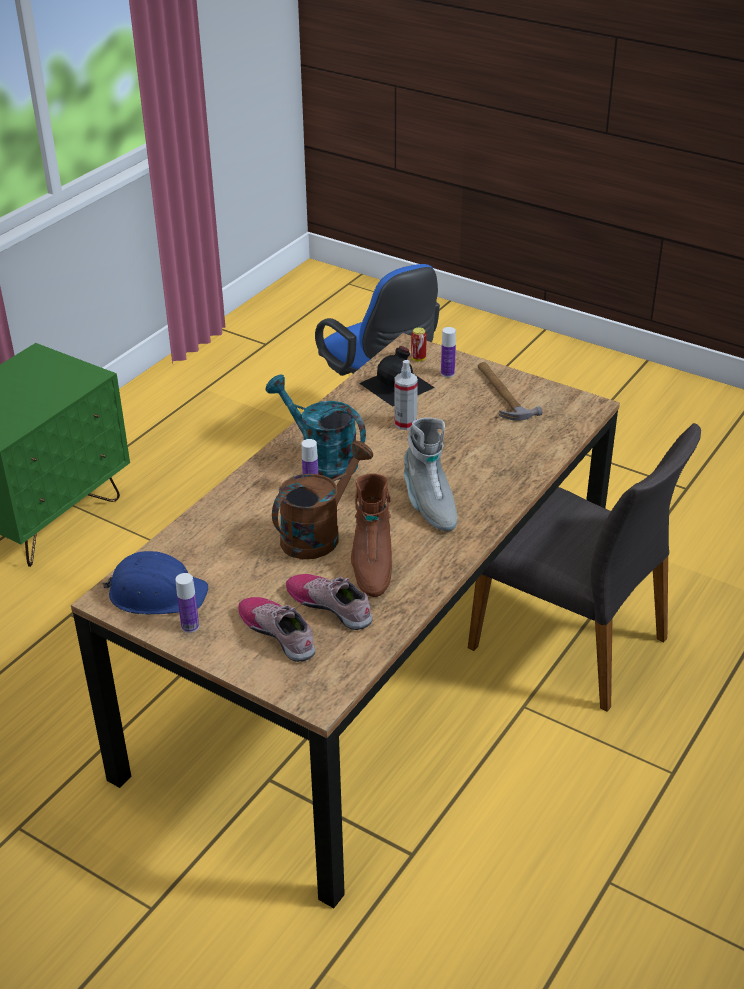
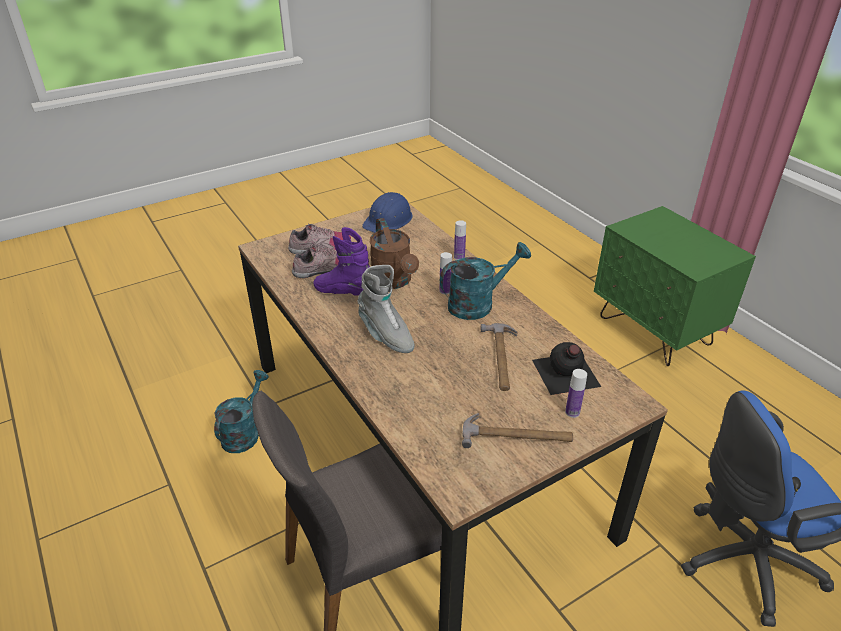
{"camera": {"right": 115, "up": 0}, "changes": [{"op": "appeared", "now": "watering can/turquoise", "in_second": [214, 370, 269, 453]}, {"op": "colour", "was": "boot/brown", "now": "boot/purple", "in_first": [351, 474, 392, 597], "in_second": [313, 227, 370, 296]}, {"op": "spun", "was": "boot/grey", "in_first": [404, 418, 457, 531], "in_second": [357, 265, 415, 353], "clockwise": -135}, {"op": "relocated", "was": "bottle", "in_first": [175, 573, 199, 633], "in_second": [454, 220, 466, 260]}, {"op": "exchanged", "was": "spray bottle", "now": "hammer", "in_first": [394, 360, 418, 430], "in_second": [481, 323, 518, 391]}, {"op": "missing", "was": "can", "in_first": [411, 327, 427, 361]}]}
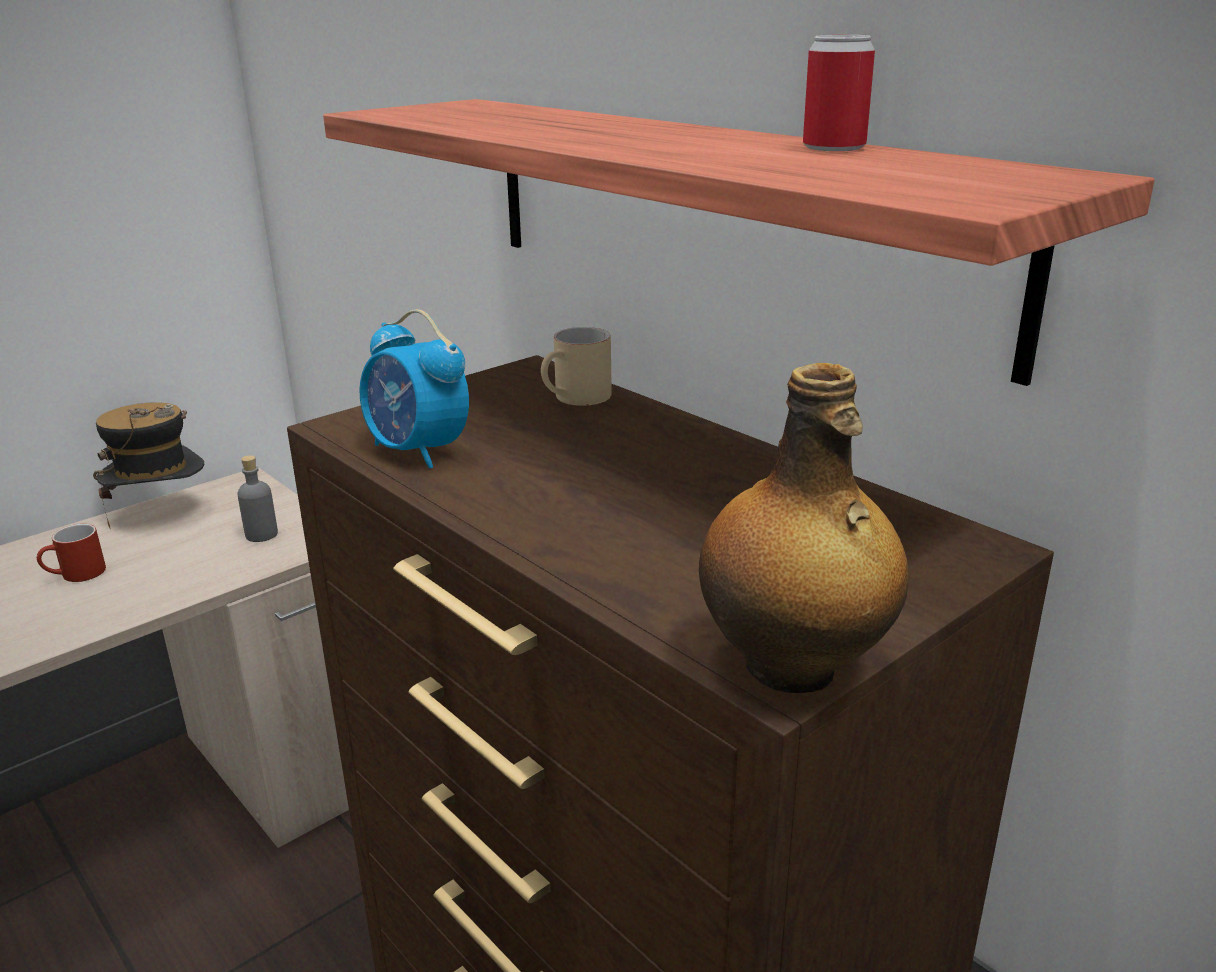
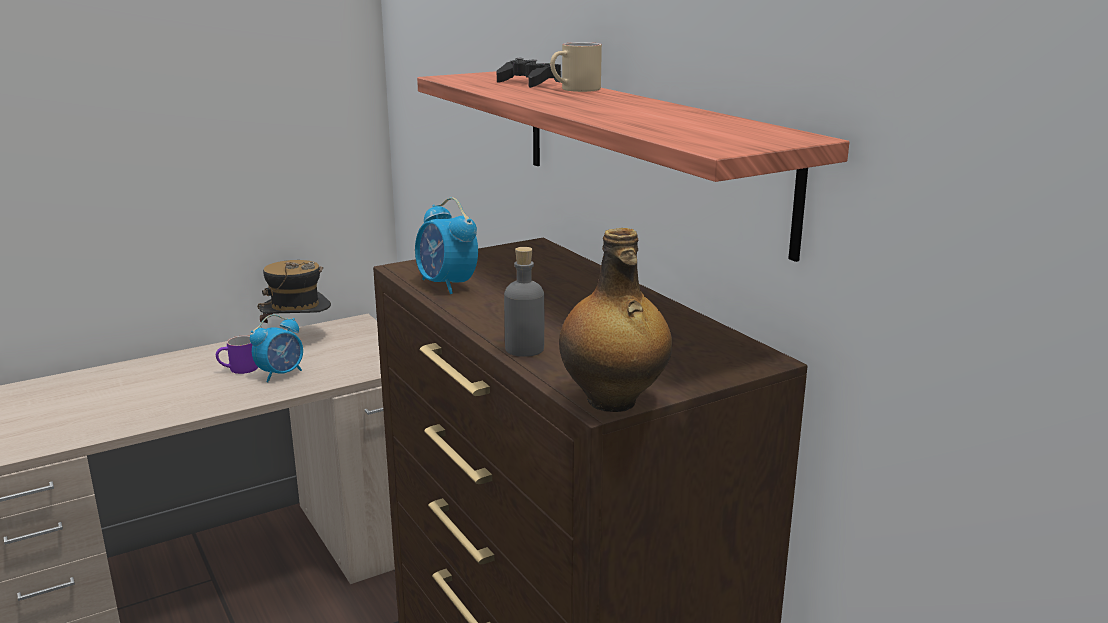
{"camera": {"right": 10, "up": -5}, "changes": [{"op": "colour", "was": "mug/red", "now": "mug/purple", "in_first": [37, 524, 106, 582], "in_second": [216, 335, 258, 374]}, {"op": "appeared", "now": "alarm clock", "in_second": [250, 314, 303, 382]}, {"op": "appeared", "now": "game controller/black", "in_second": [497, 58, 561, 88]}, {"op": "relocated", "was": "bottle/grey", "in_first": [237, 455, 278, 542], "in_second": [504, 247, 544, 357]}, {"op": "relocated", "was": "mug/beige", "in_first": [541, 327, 612, 406], "in_second": [550, 42, 602, 92]}, {"op": "missing", "was": "can", "in_first": [803, 35, 875, 151]}]}
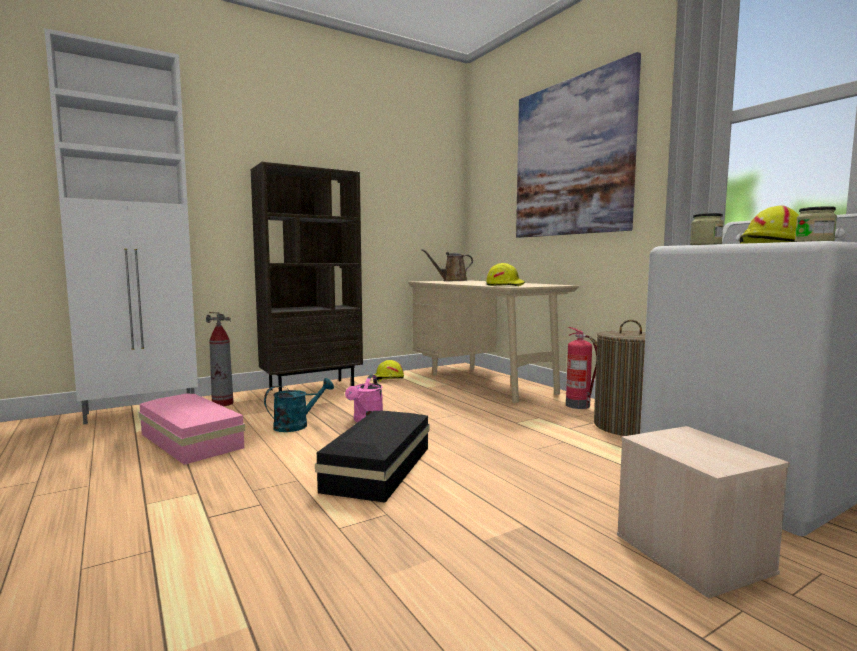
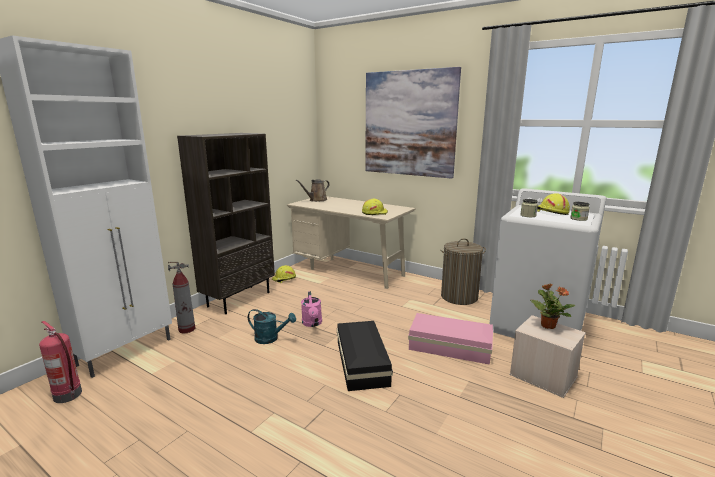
{"camera": {"right": -25, "up": 10}, "changes": [{"op": "relocated", "was": "fire extinguisher", "in_first": [566, 327, 597, 409], "in_second": [39, 321, 82, 403]}, {"op": "spun", "was": "watering can/turquoise", "in_first": [264, 378, 334, 432], "in_second": [248, 309, 296, 344], "clockwise": 75}, {"op": "relocated", "was": "storage box/pink", "in_first": [139, 394, 245, 465], "in_second": [408, 313, 493, 365]}, {"op": "appeared", "now": "potted plant", "in_second": [530, 284, 576, 329]}]}
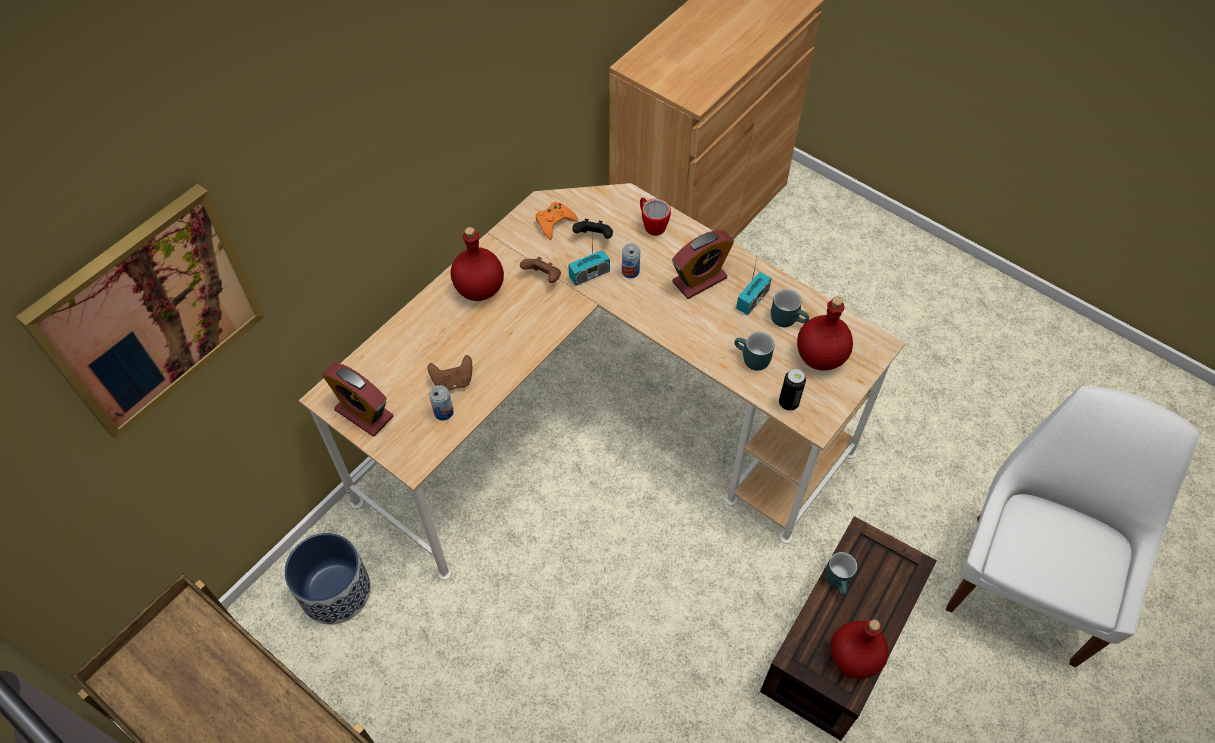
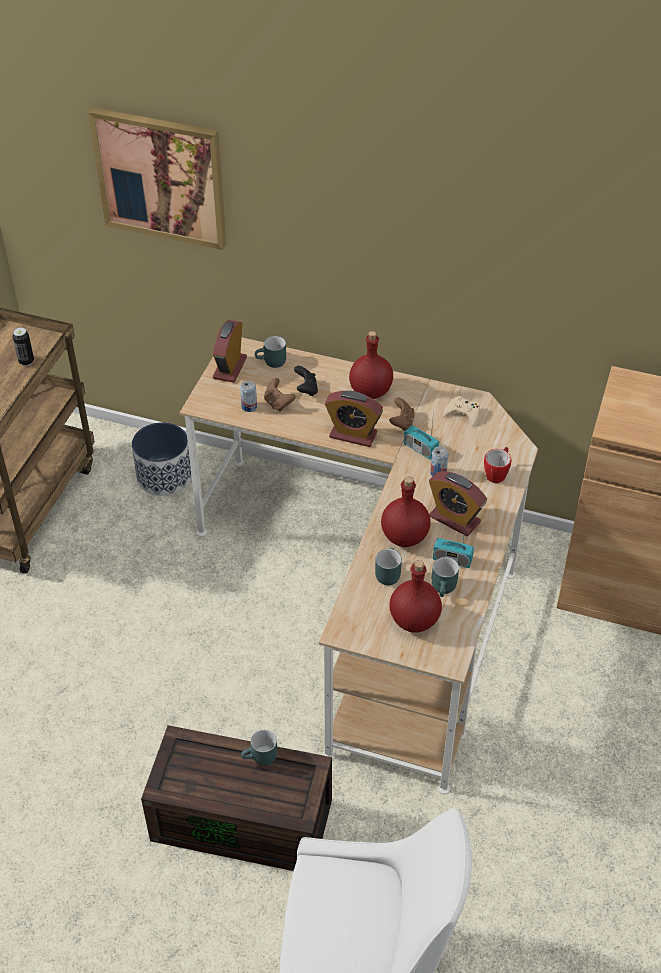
{"camera": {"right": 70, "up": -10}, "changes": [{"op": "relocated", "was": "can", "in_first": [779, 369, 806, 411], "in_second": [12, 327, 34, 366]}, {"op": "appeared", "now": "mug/turquoise", "in_second": [255, 336, 286, 368]}, {"op": "relocated", "was": "game controller/black", "in_first": [572, 219, 613, 239], "in_second": [294, 366, 318, 396]}, {"op": "appeared", "now": "alarm clock", "in_second": [325, 391, 383, 447]}, {"op": "relocated", "was": "bottle/red", "in_first": [830, 620, 889, 679], "in_second": [381, 476, 431, 547]}, {"op": "colour", "was": "game controller/orange", "now": "game controller/beige", "in_first": [535, 202, 578, 240], "in_second": [443, 396, 480, 427]}]}
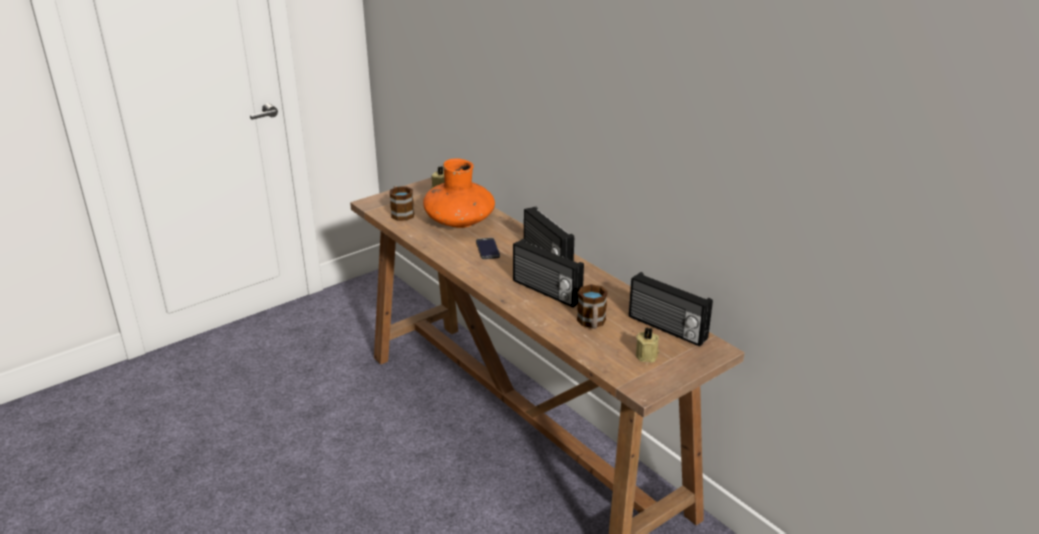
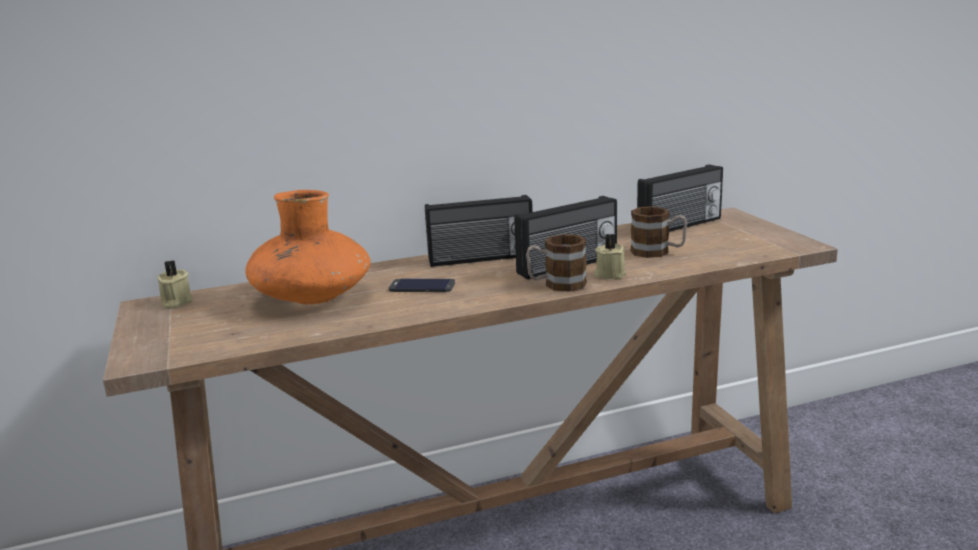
{"camera": {"right": -70, "up": -10}, "changes": [{"op": "relocated", "was": "mug", "in_first": [389, 186, 414, 221], "in_second": [526, 234, 587, 292]}, {"op": "relocated", "was": "candle/beige", "in_first": [636, 327, 659, 362], "in_second": [594, 234, 626, 279]}]}
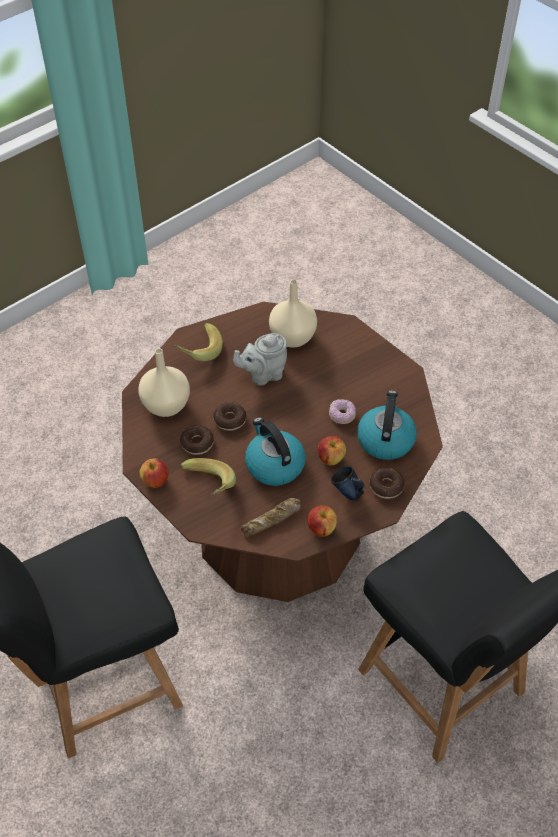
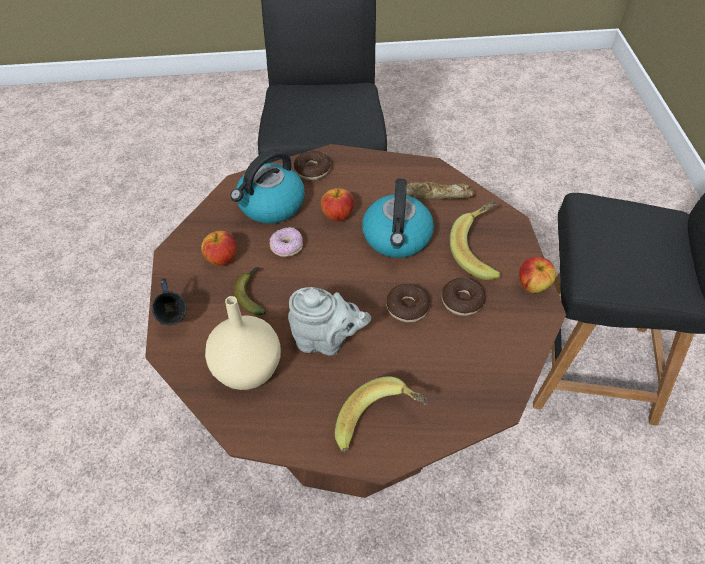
{"camera": {"right": -145, "up": 0}, "changes": [{"op": "relocated", "was": "mug/blue", "in_first": [331, 466, 365, 501], "in_second": [152, 279, 186, 325]}, {"op": "relocated", "was": "apple", "in_first": [307, 505, 337, 537], "in_second": [201, 231, 236, 266]}, {"op": "appeared", "now": "banana", "in_second": [234, 267, 266, 315]}, {"op": "missing", "was": "vase/beige", "in_first": [138, 348, 190, 417]}]}
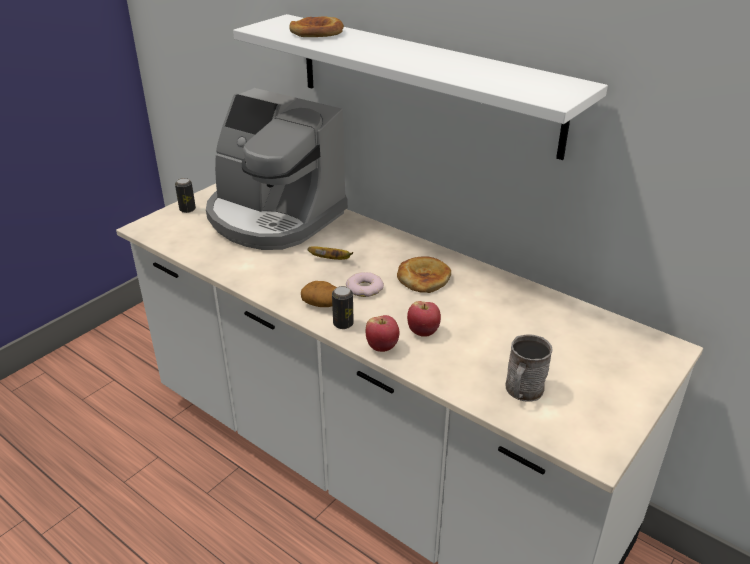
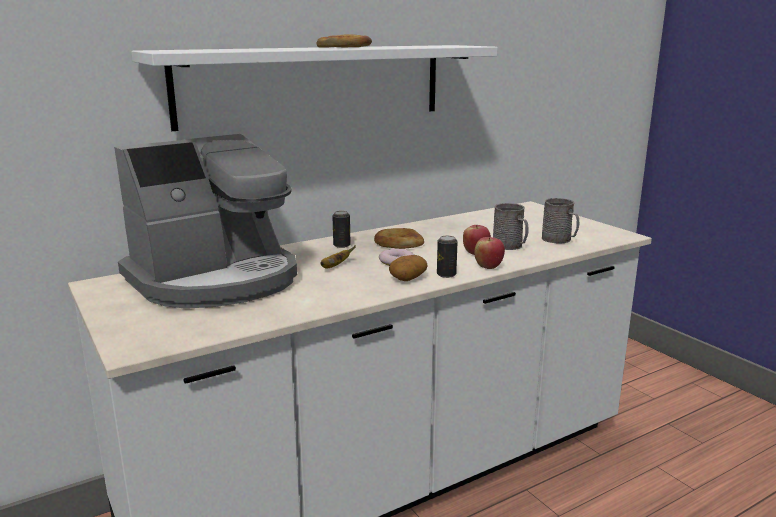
{"camera": {"right": -70, "up": -15}, "changes": [{"op": "relocated", "was": "bread", "in_first": [289, 16, 344, 37], "in_second": [316, 34, 372, 48]}, {"op": "relocated", "was": "can", "in_first": [175, 178, 196, 213], "in_second": [332, 211, 351, 248]}, {"op": "appeared", "now": "mug/grey", "in_second": [493, 203, 529, 250]}]}
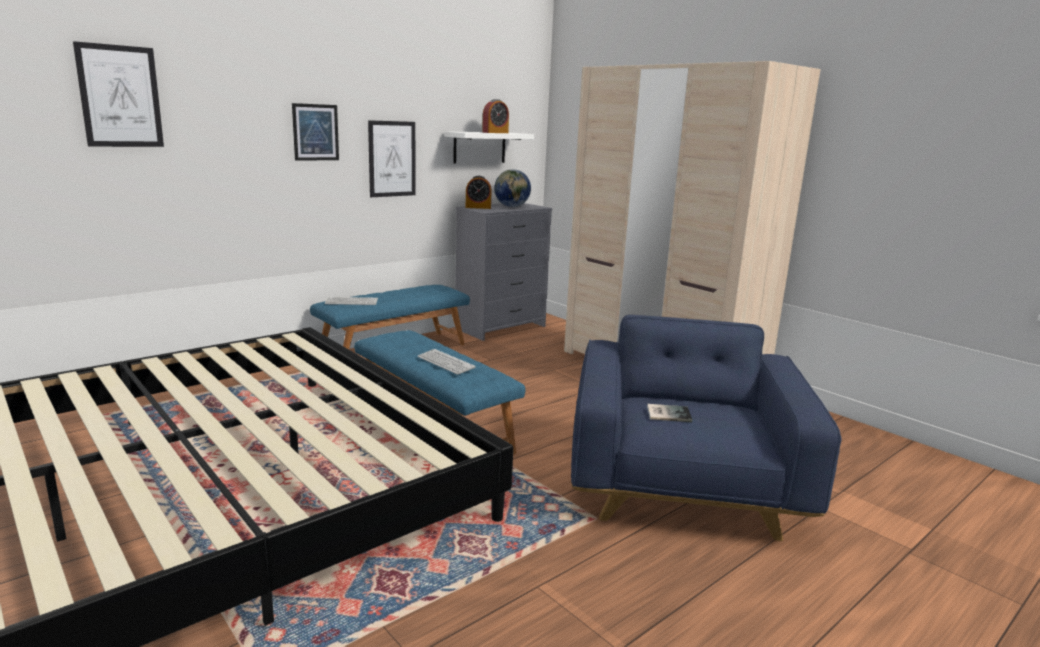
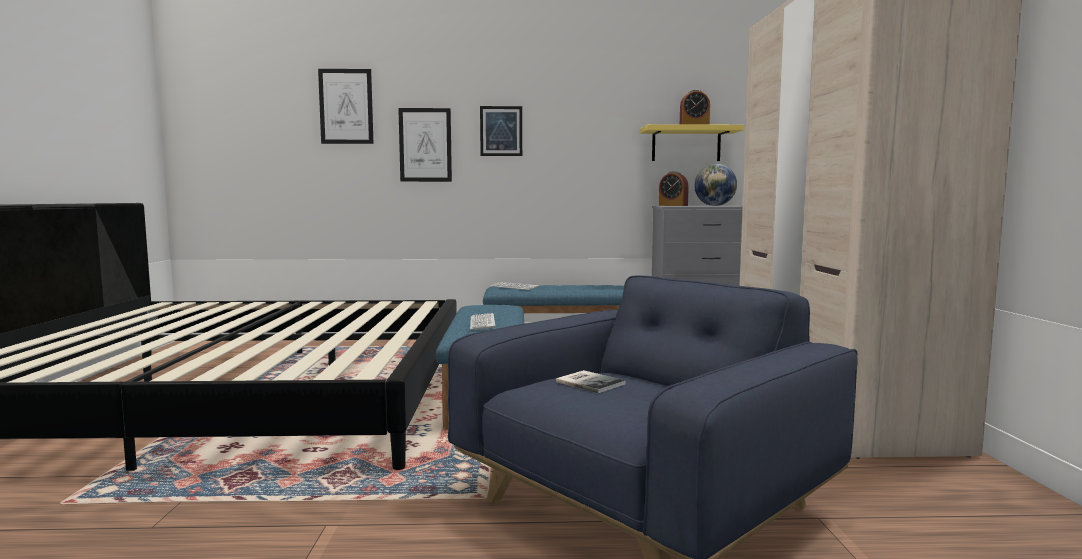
{"camera": {"right": 40, "up": -10}, "changes": [{"op": "relocated", "was": "picture", "in_first": [368, 120, 416, 197], "in_second": [398, 108, 452, 182]}, {"op": "colour", "was": "shelf/white", "now": "shelf/yellow", "in_first": [444, 131, 534, 163], "in_second": [641, 124, 744, 161]}]}
